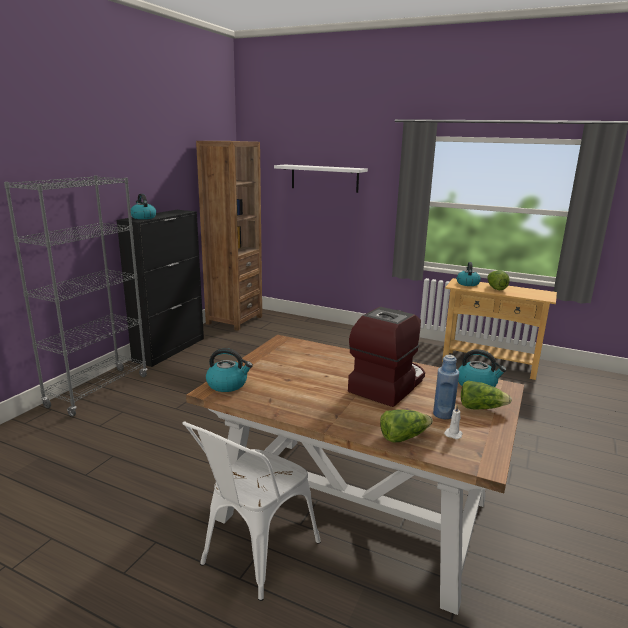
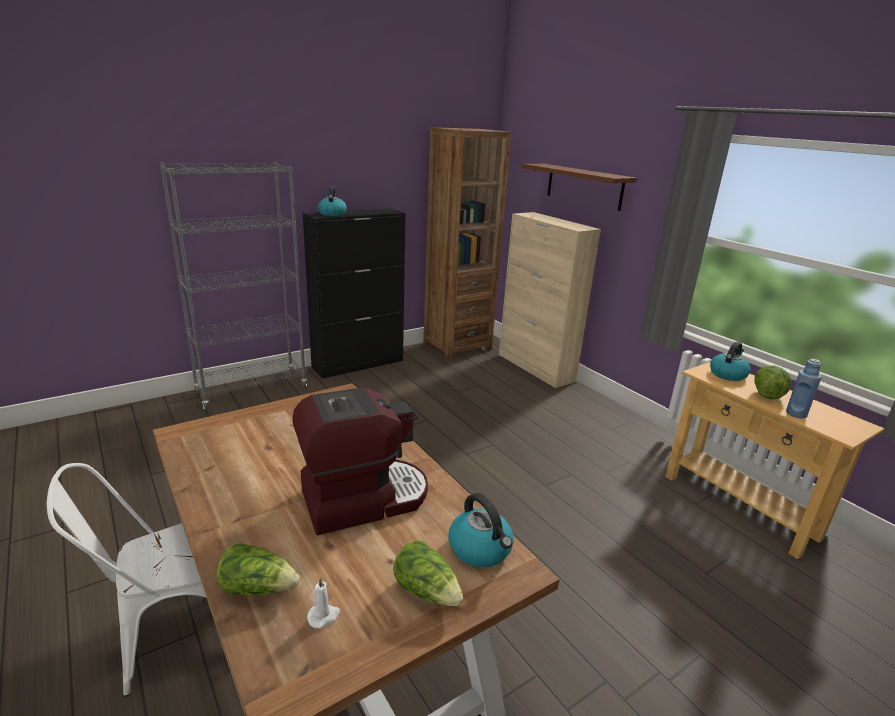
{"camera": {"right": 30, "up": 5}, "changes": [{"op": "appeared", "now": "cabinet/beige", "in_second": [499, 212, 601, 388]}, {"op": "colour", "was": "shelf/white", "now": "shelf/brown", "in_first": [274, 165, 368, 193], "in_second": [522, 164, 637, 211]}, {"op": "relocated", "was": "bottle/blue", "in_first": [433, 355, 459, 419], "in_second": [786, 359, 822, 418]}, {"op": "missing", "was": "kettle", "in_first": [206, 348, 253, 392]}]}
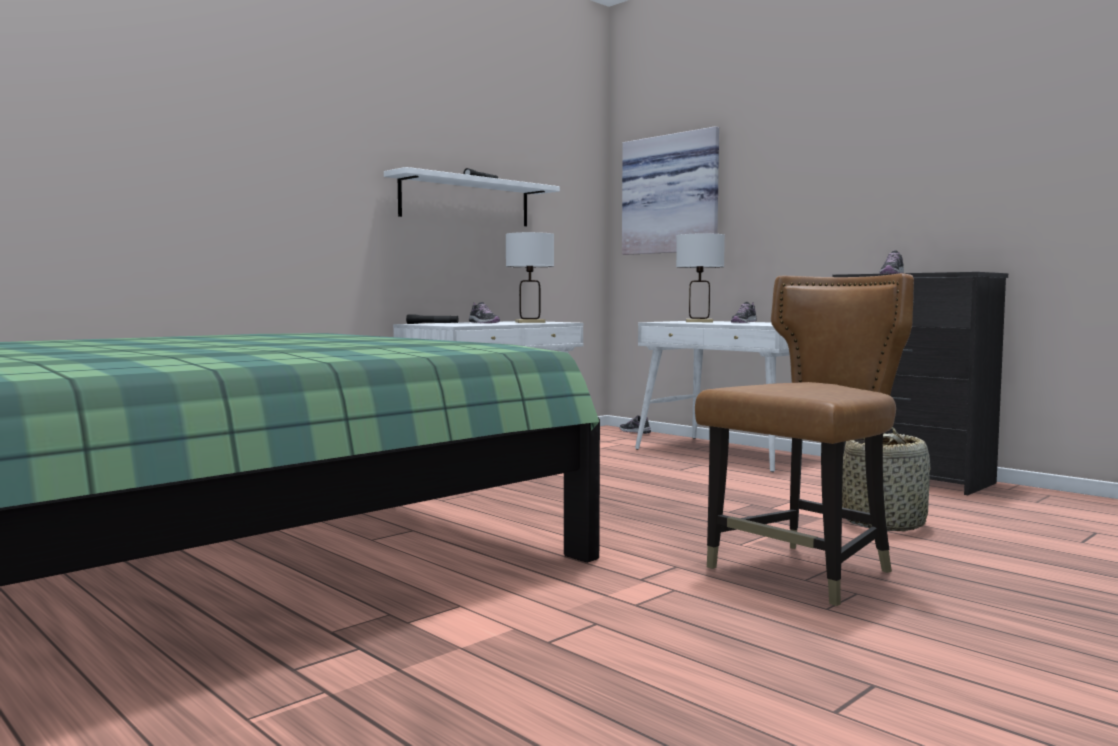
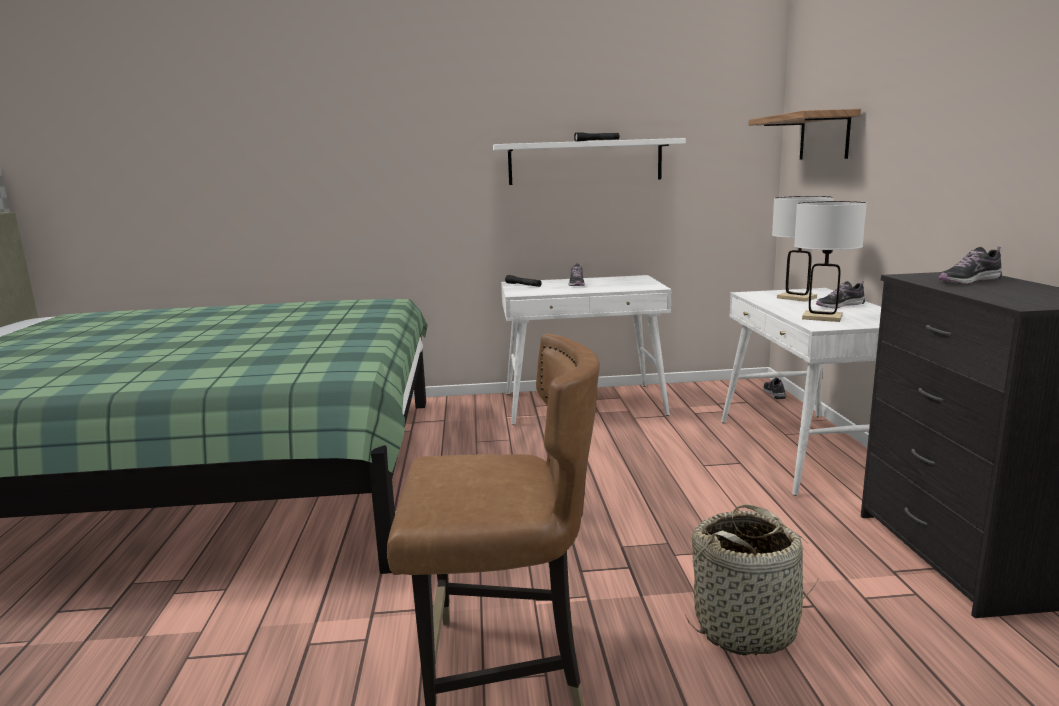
{"camera": {"right": 40, "up": 10}, "changes": [{"op": "exchanged", "was": "picture", "now": "shelf", "in_first": [622, 126, 719, 255], "in_second": [749, 109, 861, 160]}, {"op": "relocated", "was": "table lamp/white", "in_first": [506, 232, 554, 323], "in_second": [794, 201, 867, 322]}]}
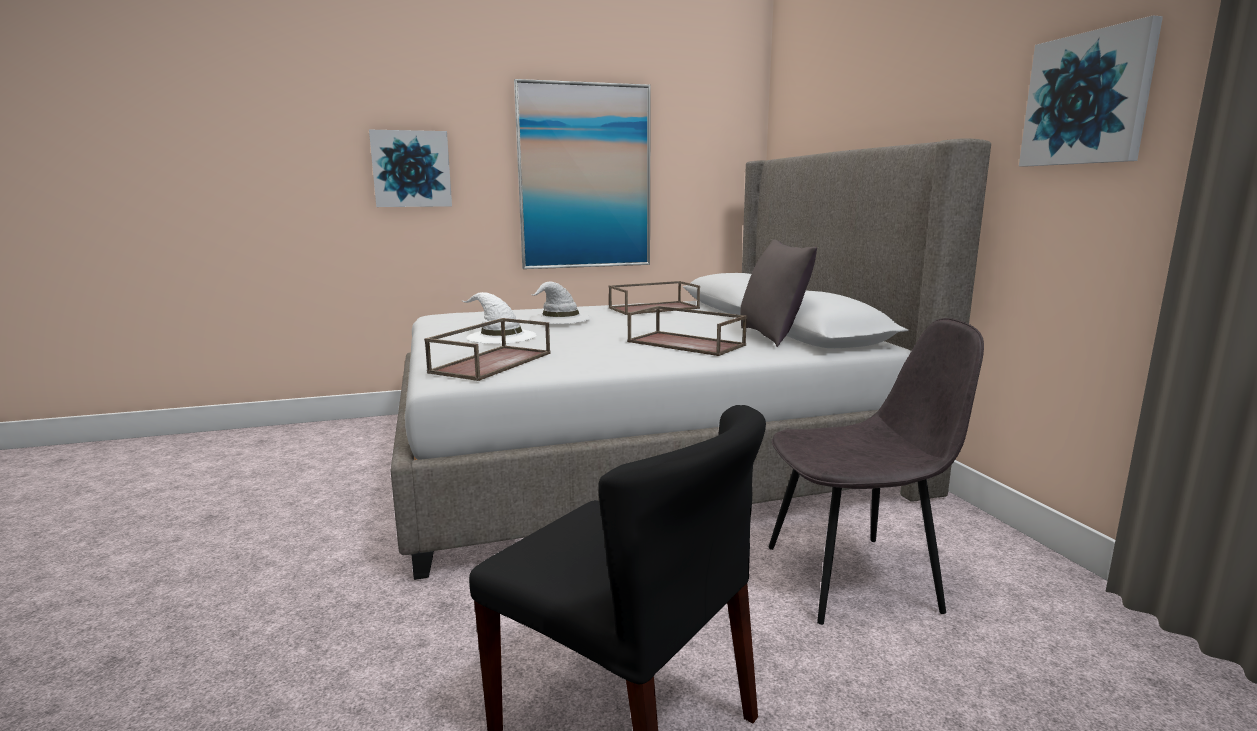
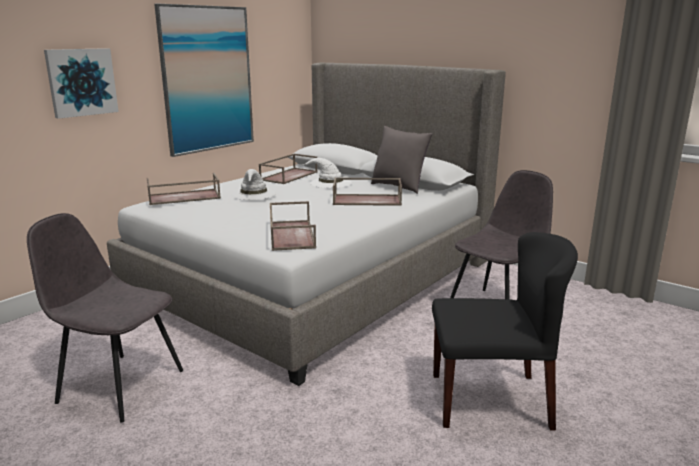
{"camera": {"right": -35, "up": 5}, "changes": [{"op": "appeared", "now": "chair/grey", "in_second": [27, 213, 183, 422]}, {"op": "appeared", "now": "tray/brown", "in_second": [147, 172, 221, 205]}, {"op": "relocated", "was": "hat/white", "in_first": [463, 292, 537, 344], "in_second": [300, 158, 351, 188]}, {"op": "missing", "was": "picture", "in_first": [1019, 15, 1163, 166]}]}
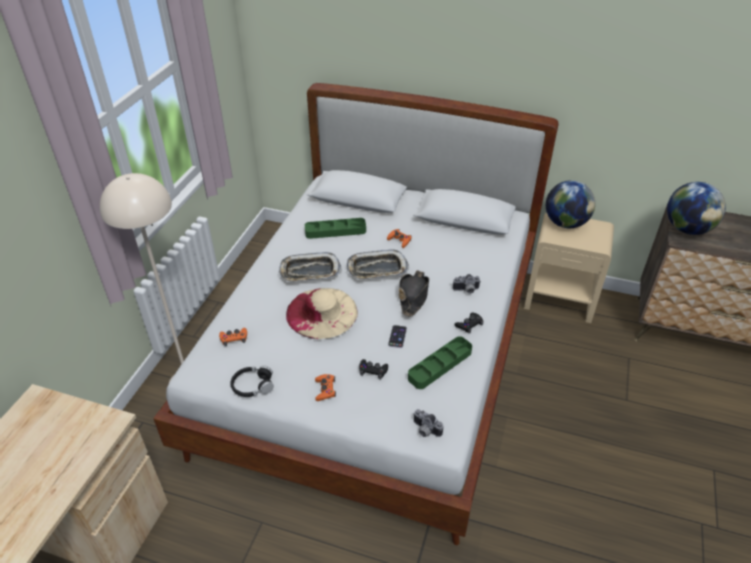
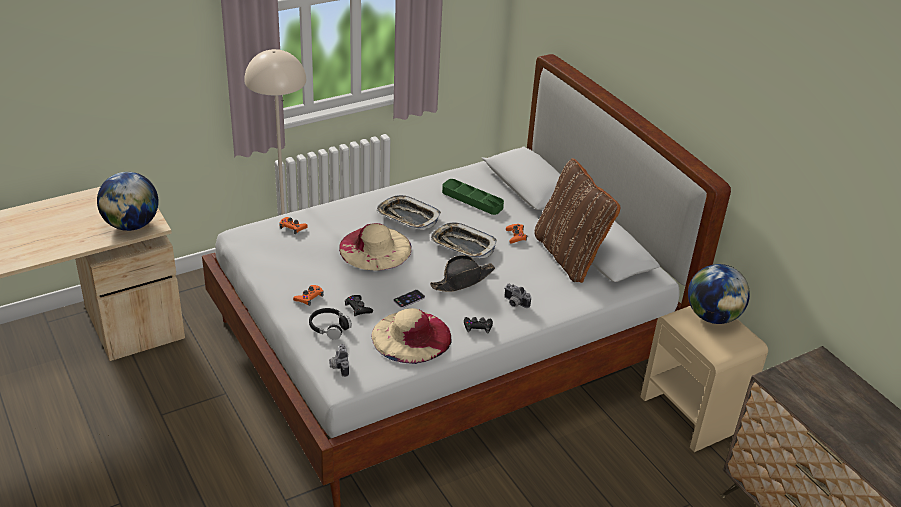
{"camera": {"right": 40, "up": -5}, "changes": [{"op": "relocated", "was": "globe", "in_first": [667, 182, 726, 235], "in_second": [97, 172, 159, 231]}, {"op": "relocated", "was": "headphones/black", "in_first": [231, 366, 274, 397], "in_second": [309, 308, 352, 340]}, {"op": "exchanged", "was": "tray/green", "now": "hat/beige", "in_first": [408, 336, 472, 389], "in_second": [371, 308, 451, 364]}, {"op": "appeared", "now": "pillow/brown", "in_second": [534, 159, 621, 283]}]}
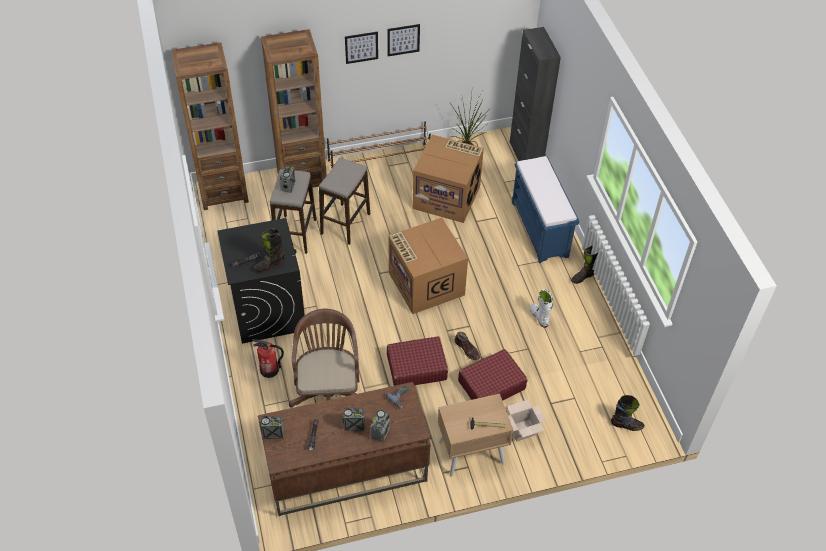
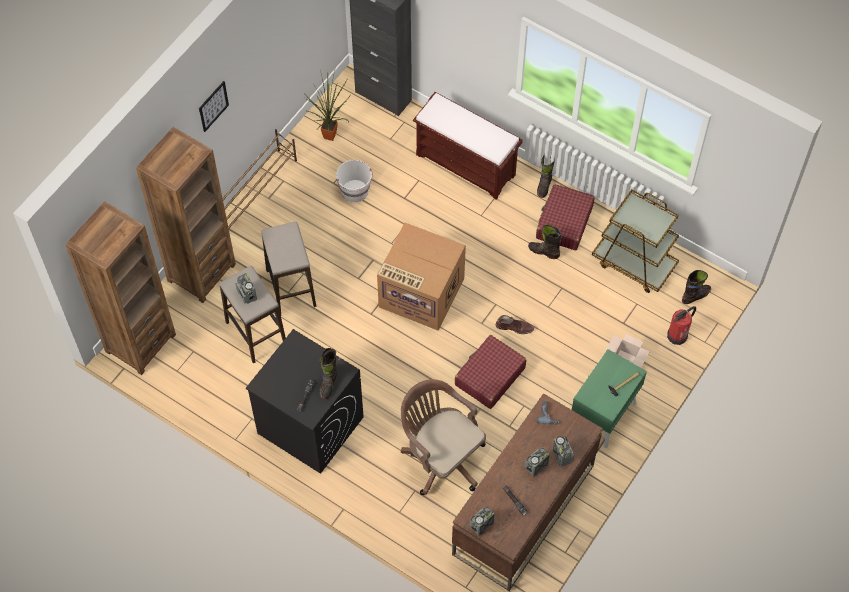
{"camera": {"right": -40, "up": 10}, "changes": [{"op": "exchanged", "was": "cardboard box", "now": "bucket/white", "in_first": [413, 135, 484, 223], "in_second": [336, 160, 373, 203]}, {"op": "colour", "was": "bench/blue", "now": "bench/brown", "in_first": [512, 156, 579, 263], "in_second": [413, 92, 523, 200]}, {"op": "colour", "was": "boot/white", "now": "boot/black", "in_first": [530, 289, 553, 328], "in_second": [528, 225, 562, 259]}, {"op": "relocated", "was": "suitcase/red", "in_first": [458, 349, 528, 401], "in_second": [536, 184, 595, 250]}, {"op": "colour", "was": "nightstand/beige", "now": "nightstand/green", "in_first": [438, 394, 514, 477], "in_second": [572, 349, 647, 448]}, {"op": "appeared", "now": "cart/brown", "in_second": [592, 189, 679, 293]}, {"op": "relocated", "was": "fire extinguisher", "in_first": [253, 339, 284, 378], "in_second": [667, 306, 696, 345]}, {"op": "missing", "was": "picture", "in_first": [387, 24, 420, 56]}]}
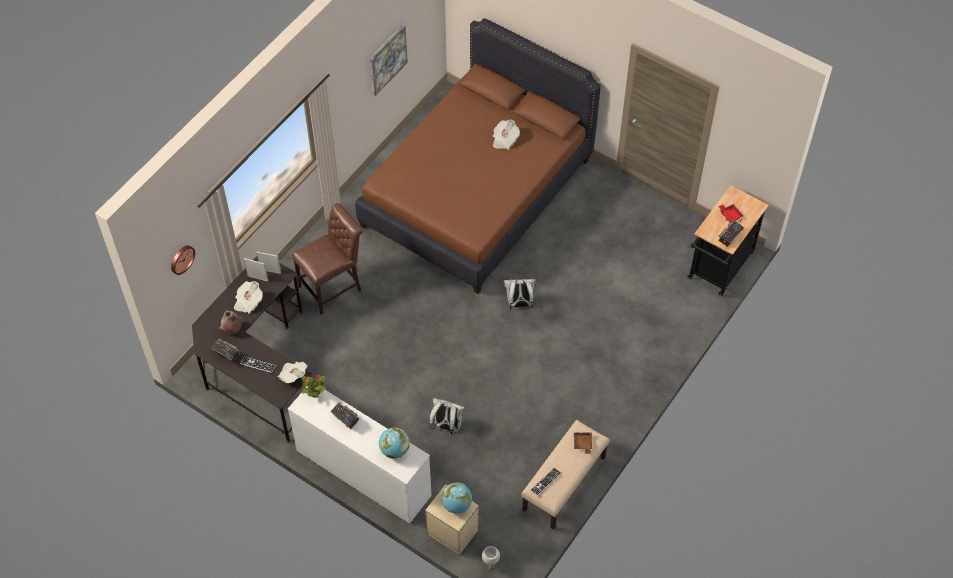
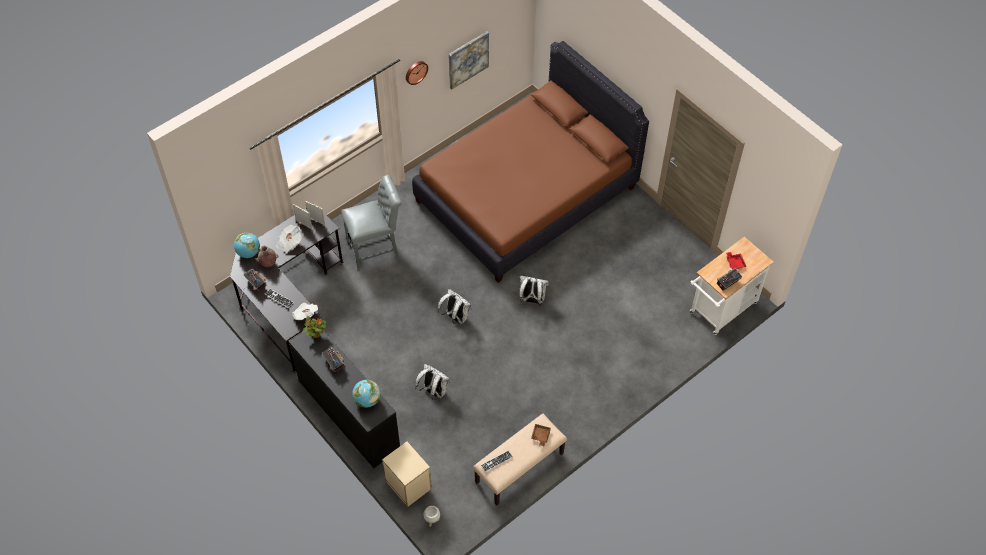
{"camera": {"right": 15, "up": 0}, "changes": [{"op": "relocated", "was": "globe", "in_first": [441, 483, 472, 514], "in_second": [234, 233, 260, 258]}, {"op": "colour", "was": "dresser/white", "now": "dresser/black", "in_first": [288, 386, 432, 524], "in_second": [289, 326, 400, 468]}, {"op": "colour", "was": "chair/brown", "now": "chair/grey", "in_first": [292, 203, 363, 315], "in_second": [341, 175, 402, 270]}, {"op": "relocated", "was": "wall clock", "in_first": [171, 246, 195, 275], "in_second": [406, 61, 428, 85]}, {"op": "appeared", "now": "backpack/white", "in_second": [438, 289, 472, 325]}, {"op": "colour", "was": "cart/black", "now": "cart/white", "in_first": [687, 186, 769, 296], "in_second": [690, 237, 774, 335]}, {"op": "missing", "was": "newspaper", "in_first": [493, 120, 520, 149]}]}
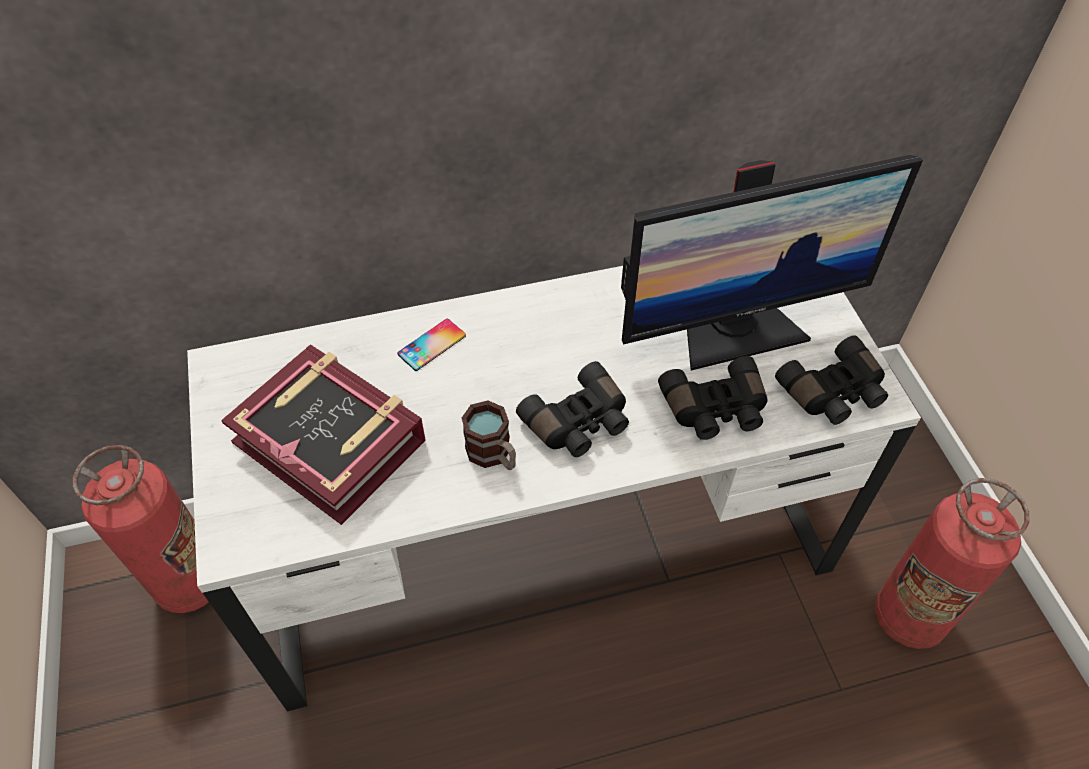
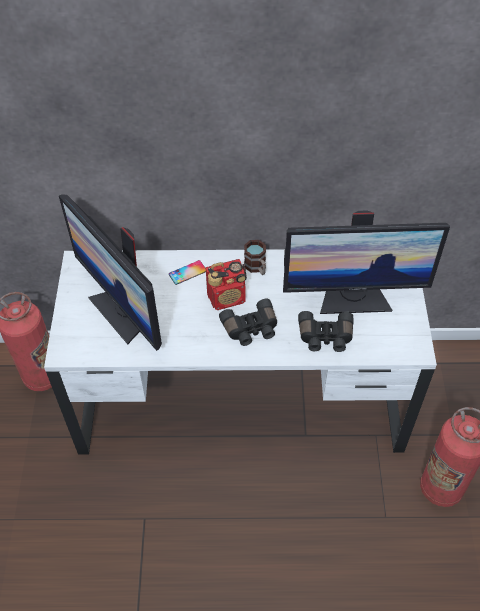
{"camera": {"right": 15, "up": 0}, "changes": [{"op": "exchanged", "was": "book", "now": "monitor", "in_first": [221, 344, 426, 525], "in_second": [59, 194, 162, 351]}, {"op": "appeared", "now": "radio", "in_second": [206, 259, 247, 310]}, {"op": "relocated", "was": "mug", "in_first": [462, 401, 516, 470], "in_second": [244, 240, 266, 275]}, {"op": "missing", "was": "binoculars/black", "in_first": [775, 335, 888, 425]}]}
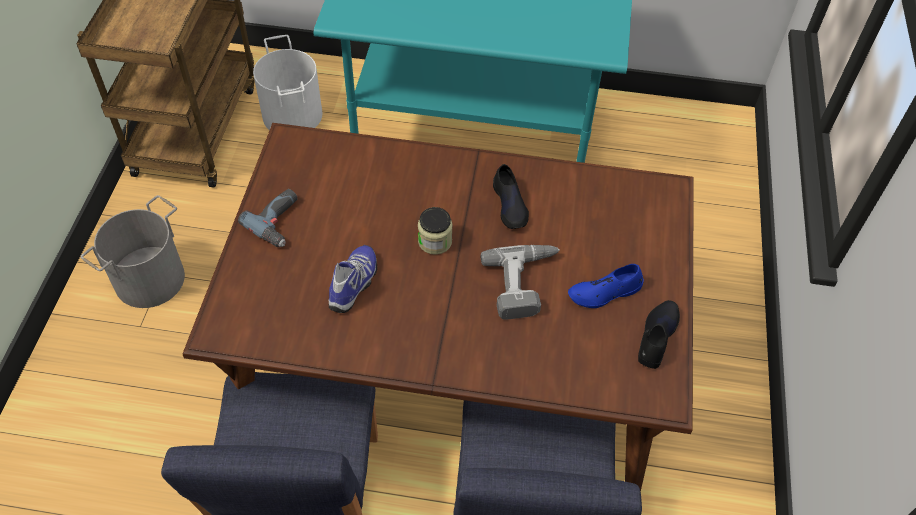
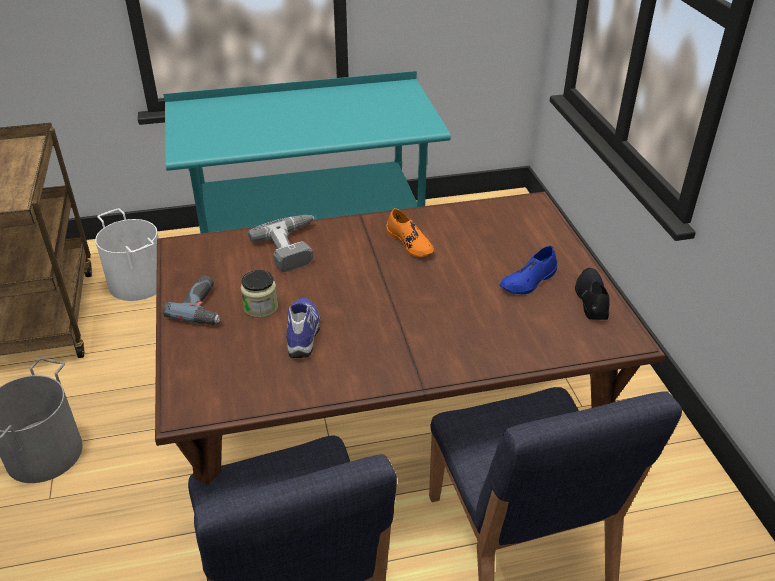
{"camera": {"right": -20, "up": -15}, "changes": [{"op": "relocated", "was": "jar", "in_first": [418, 207, 453, 255], "in_second": [241, 270, 278, 318]}, {"op": "relocated", "was": "power drill", "in_first": [480, 245, 560, 320], "in_second": [248, 215, 314, 272]}, {"op": "colour", "was": "shoe/black", "now": "shoe/orange", "in_first": [493, 164, 529, 229], "in_second": [386, 208, 434, 257]}]}
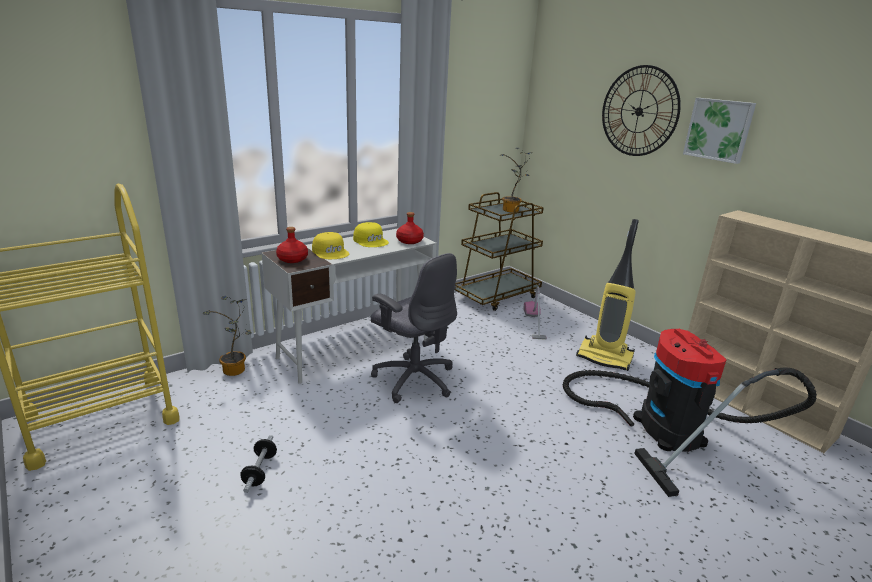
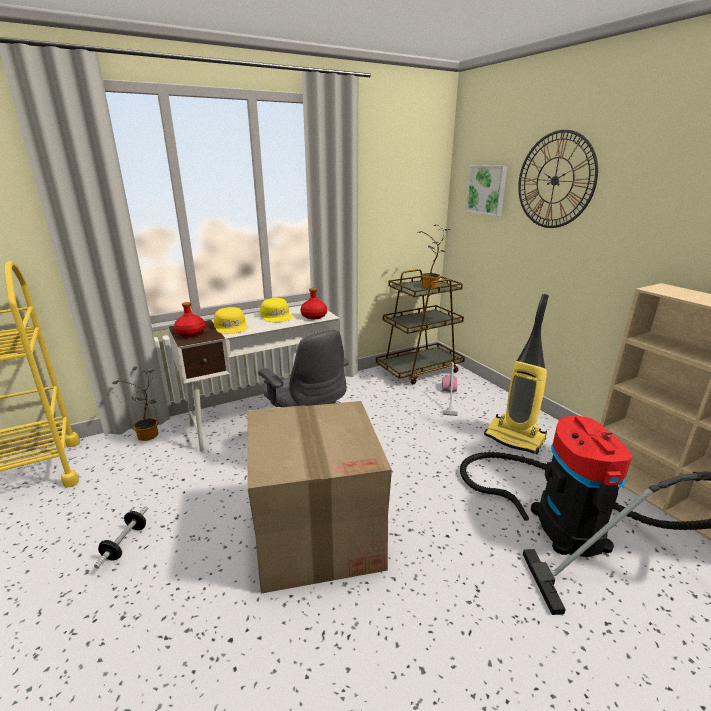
{"camera": {"right": 10, "up": 0}, "changes": [{"op": "appeared", "now": "cardboard box", "in_second": [247, 401, 392, 593]}, {"op": "relocated", "was": "picture", "in_first": [683, 98, 756, 164], "in_second": [466, 165, 507, 216]}]}
